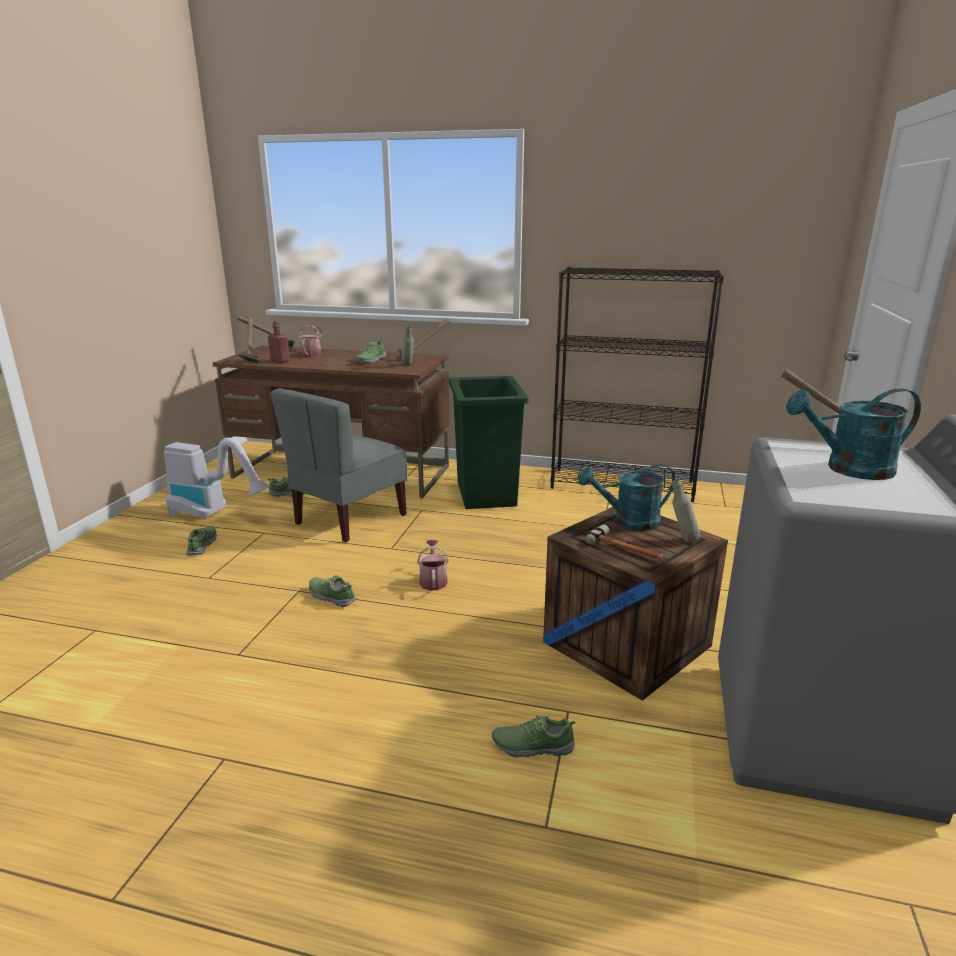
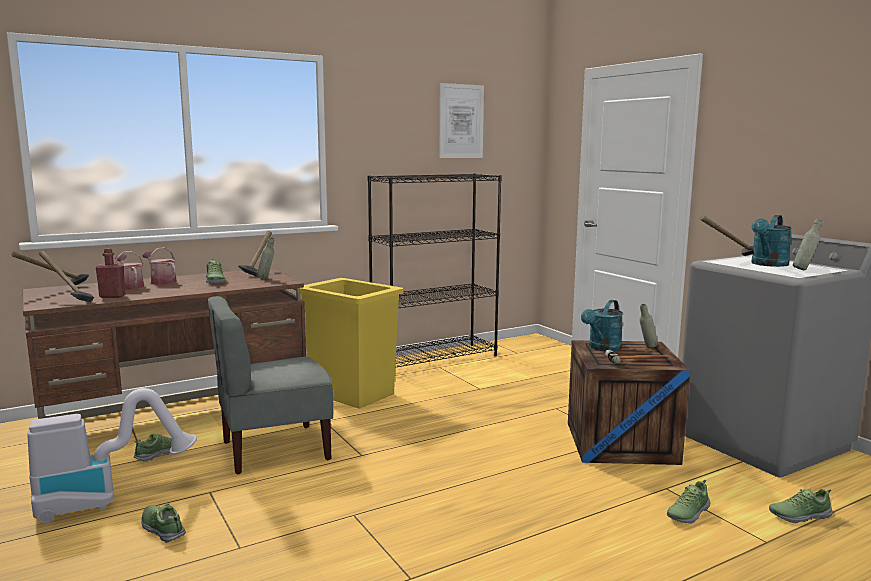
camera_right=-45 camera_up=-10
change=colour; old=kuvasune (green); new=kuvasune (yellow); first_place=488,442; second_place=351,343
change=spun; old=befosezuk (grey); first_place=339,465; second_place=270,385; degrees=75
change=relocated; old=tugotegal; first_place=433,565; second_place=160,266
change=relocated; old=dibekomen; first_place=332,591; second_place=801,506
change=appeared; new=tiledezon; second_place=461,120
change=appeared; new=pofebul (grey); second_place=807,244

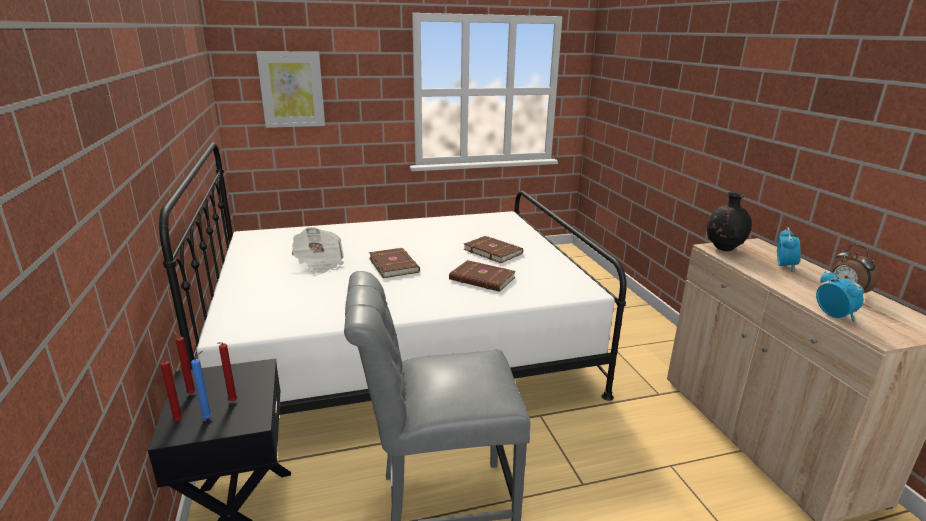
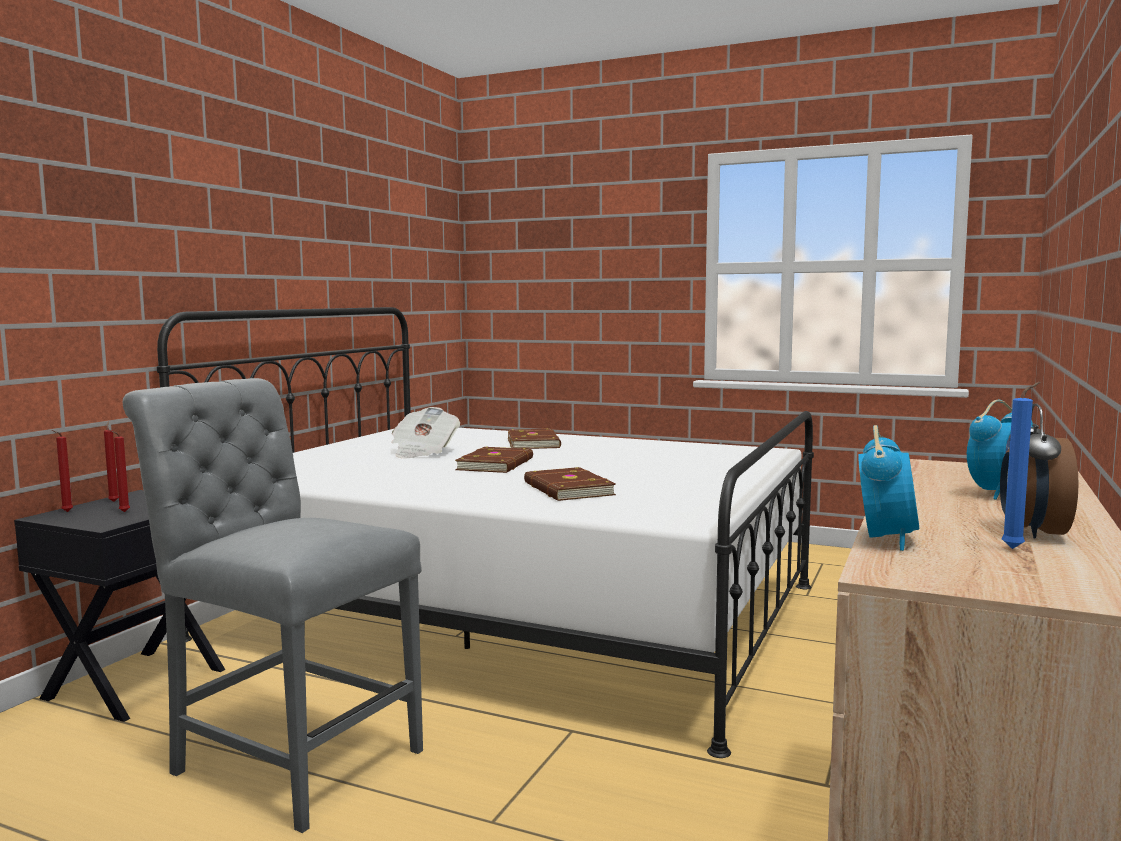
camera_right=40 camera_up=-15
change=missing; old=tiledezon; first_place=290,89
change=missing; old=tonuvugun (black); first_place=729,221
change=relocated; old=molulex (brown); first_place=493,249; second_place=534,438
change=relocated; old=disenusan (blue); first_place=201,385; second_place=1021,465

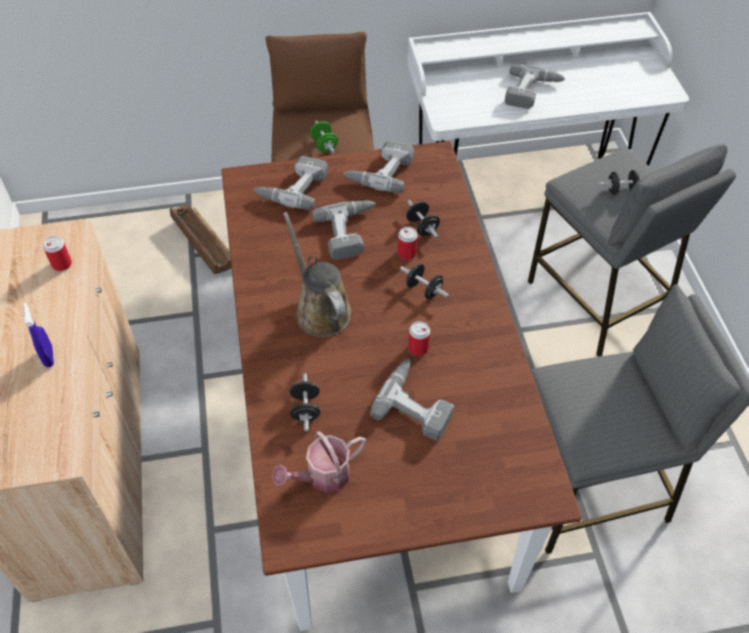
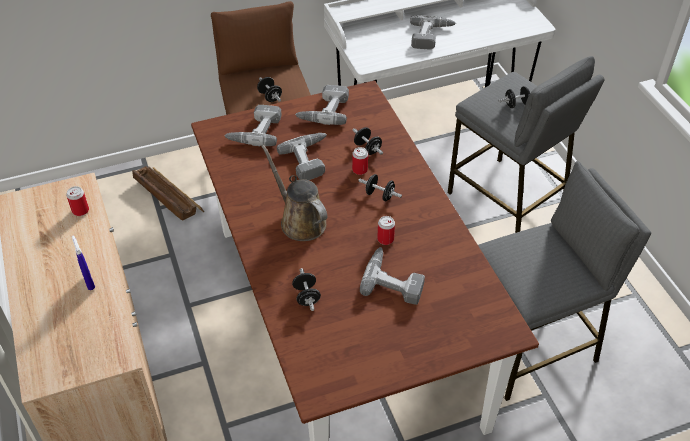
camera_right=-10 camera_up=-5
change=colour; old=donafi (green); new=donafi (black); first_place=324,137; second_place=269,89
change=missing; old=tugotegal; first_place=319,462

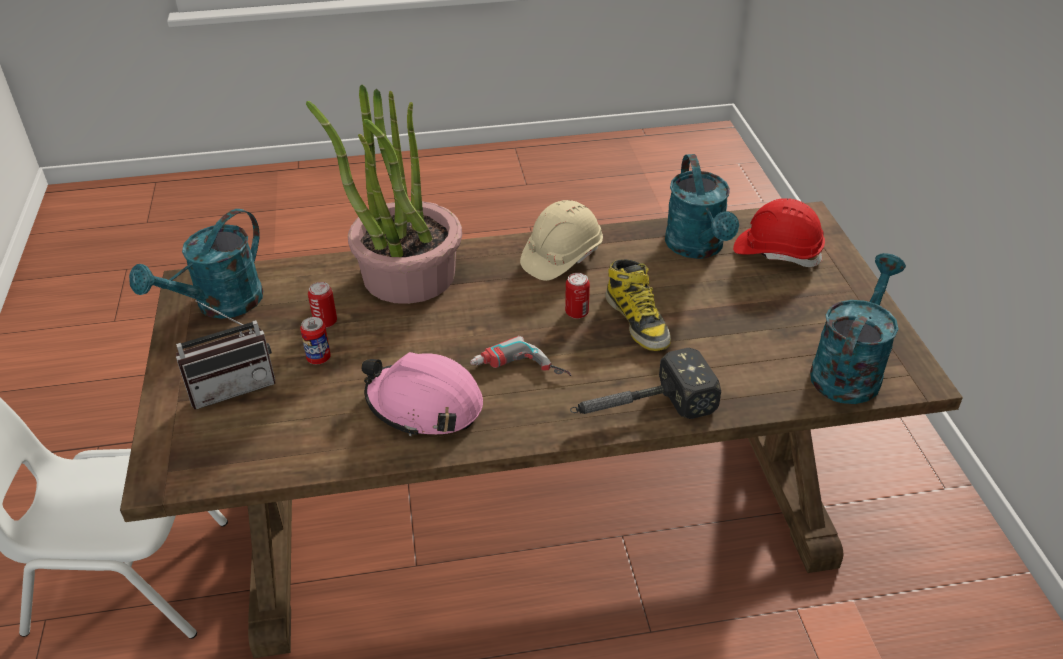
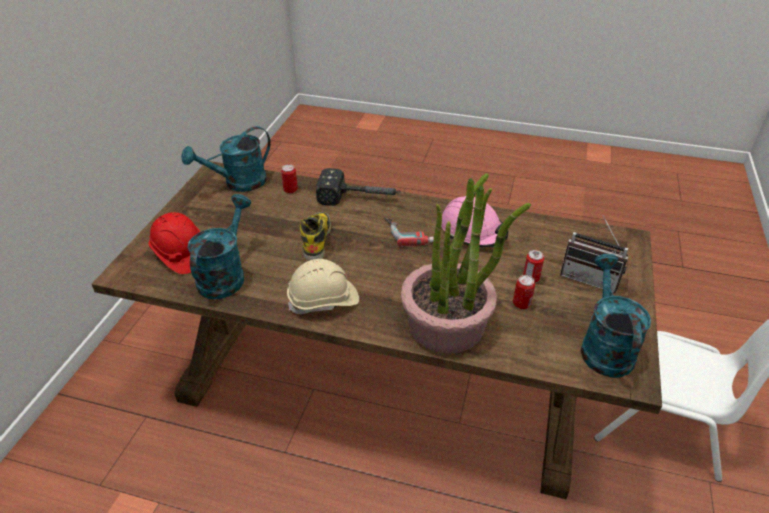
camera_right=-155 camera_up=0
change=spun; old=tugotegal (turquoise); first_place=196,264; second_place=616,316; degrees=-60
change=relocated; old=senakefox; first_place=577,296; second_place=289,178
change=spun; old=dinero; first_place=225,354; second_place=594,254; degrees=-150

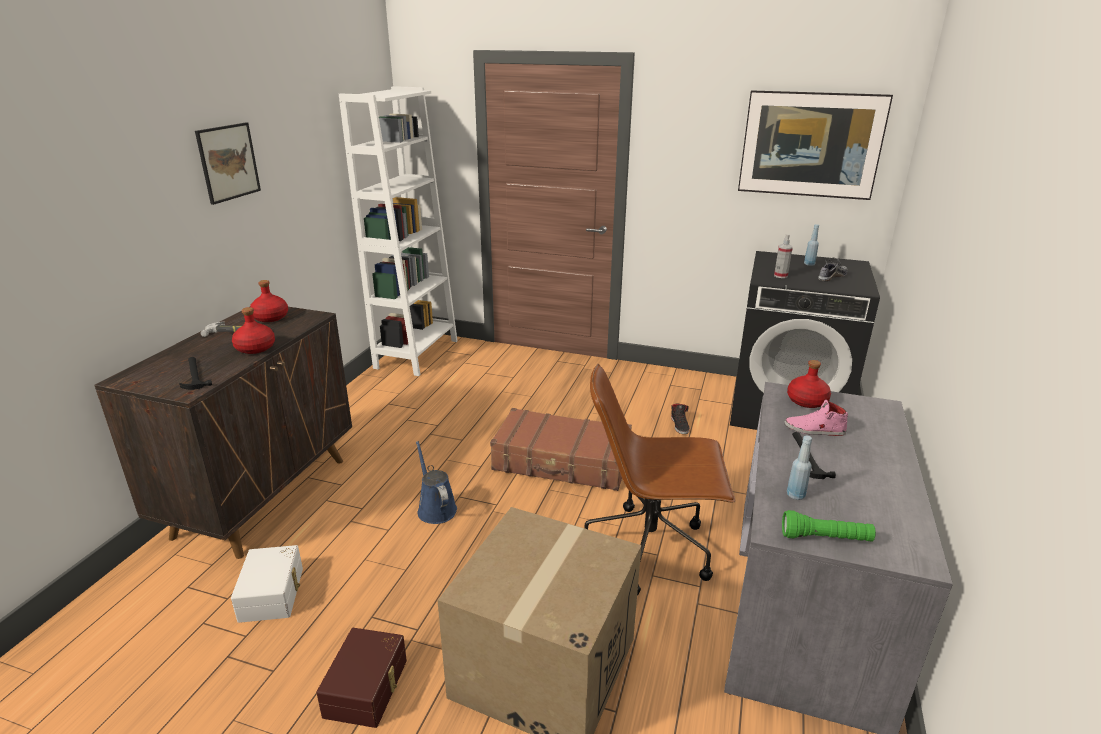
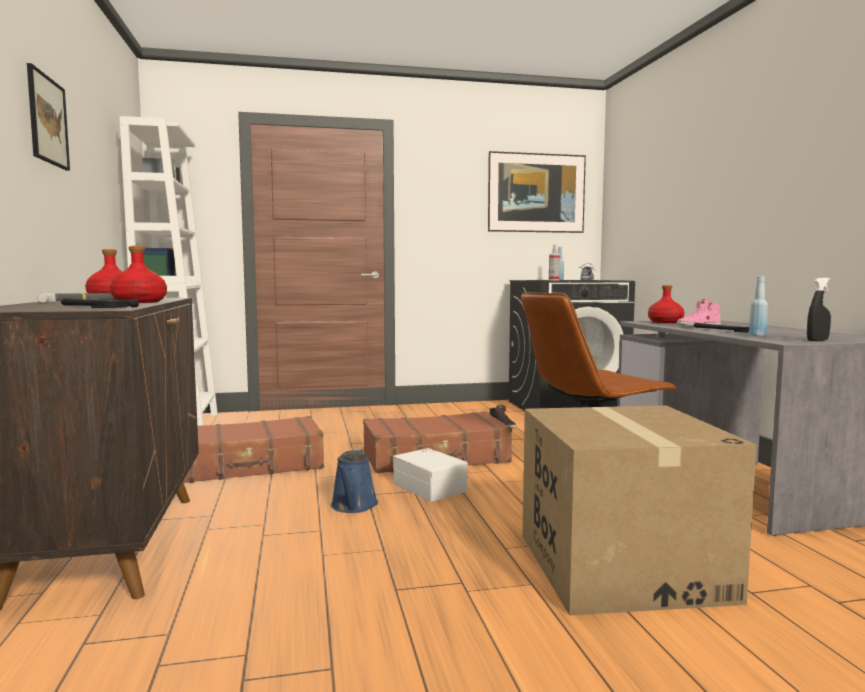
camera_right=-30 camera_up=-20
change=spun; old=tugotegal (blue); first_place=436,482; second_place=354,481; degrees=-120
change=exchanged; old=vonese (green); new=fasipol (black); first_place=829,526; second_place=819,309
change=relocated; old=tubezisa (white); first_place=267,584; second_place=430,475
change=missing; old=tubezisa (brown); first_place=361,678
change=appeared; new=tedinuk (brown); second_place=253,449

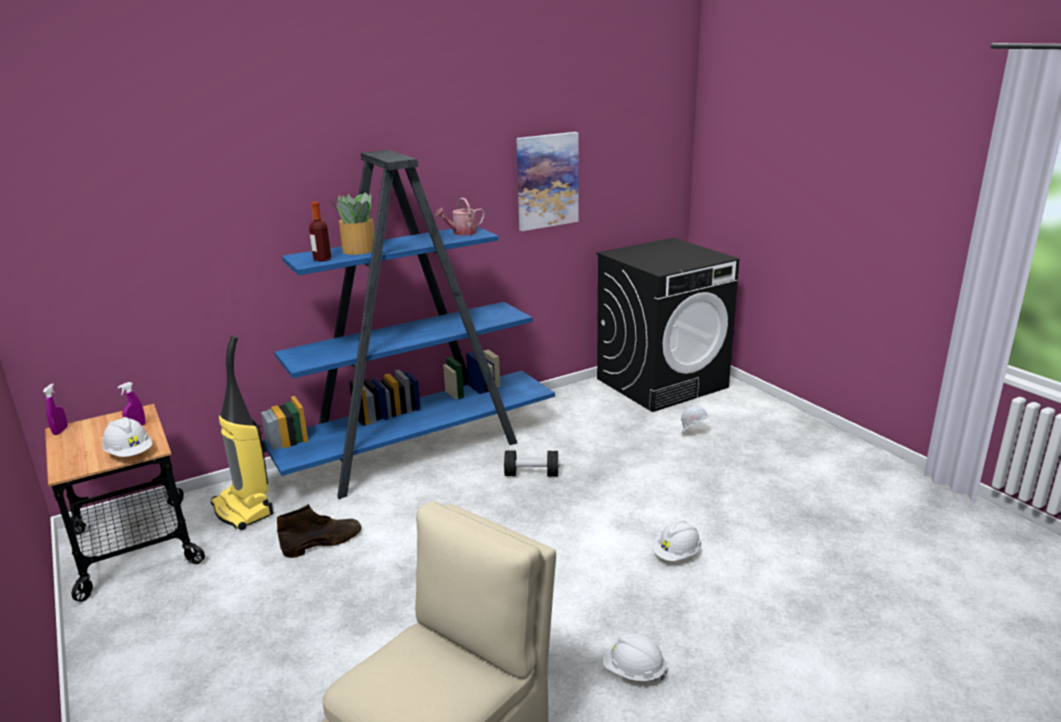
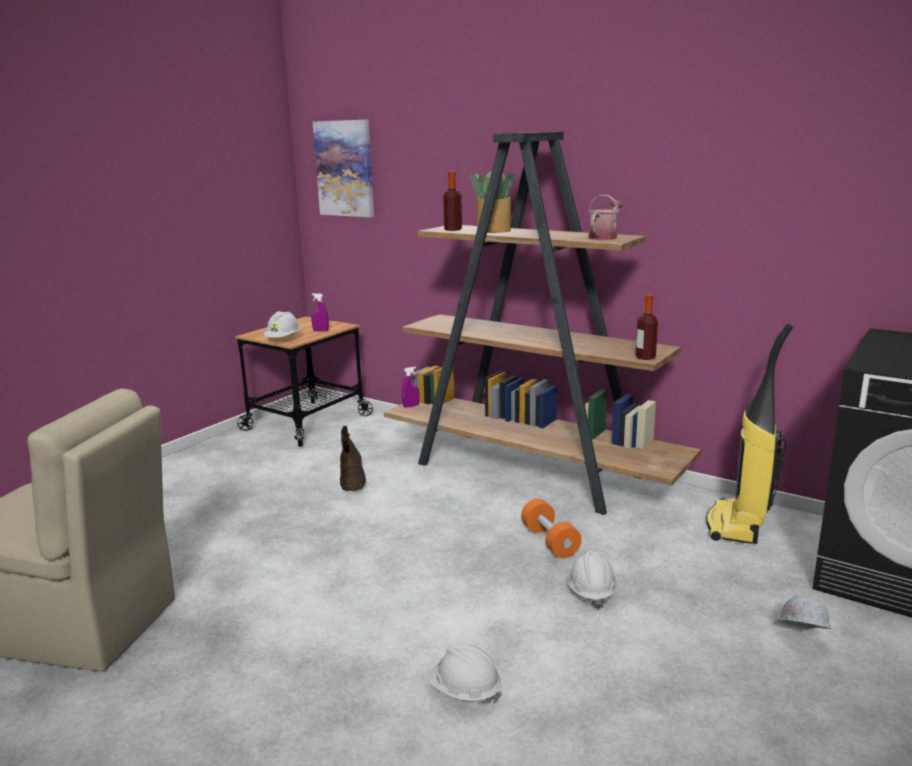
camera_right=65 camera_up=-5
change=relocated; old=tiledezon; first_place=547,181; second_place=343,168
change=colour; old=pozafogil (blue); new=pozafogil (brown); first_place=408,324; second_place=542,323
change=spun; old=tugotegal; first_place=459,217; second_place=605,217; degrees=90
change=relocated; old=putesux; first_place=242,432; second_place=749,433
change=relocated; old=fasipol (purple); first_place=55,409; second_place=410,387
change=colour; old=donafi (black); new=donafi (orange); first_place=531,463; second_place=551,528
change=spun; old=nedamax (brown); first_place=319,531; second_place=353,458; degrees=45
change=relocated; old=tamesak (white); first_place=635,657; second_place=592,579
change=appeared; new=pofebul; second_place=646,327

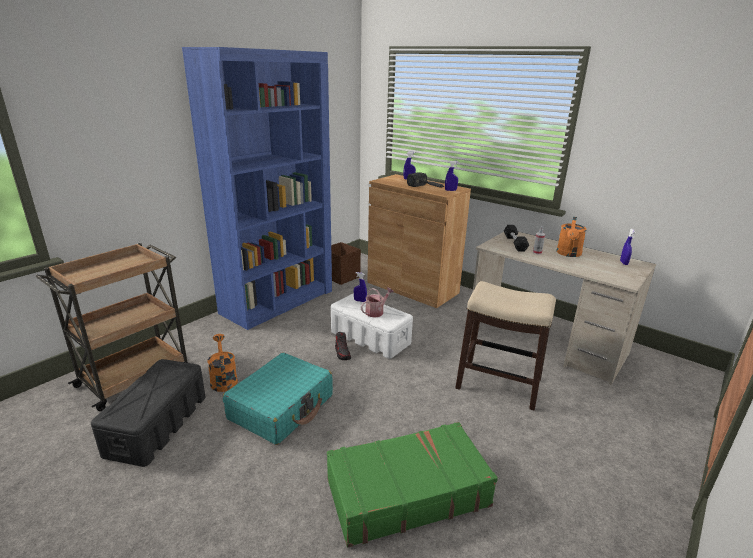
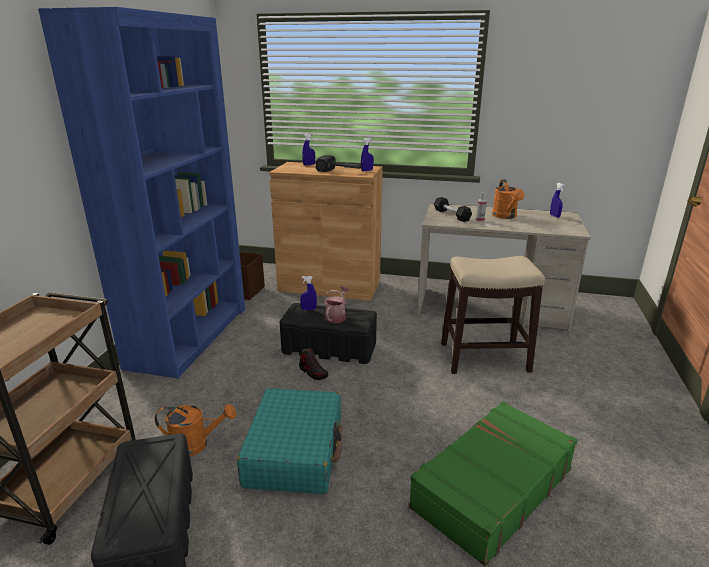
camera_right=-25 camera_up=0
change=colour; old=tubezisa (white); new=tubezisa (black); first_place=372,326; second_place=328,333
change=spun; old=tugotegal (orange); first_place=222,363; second_place=195,430; degrees=135

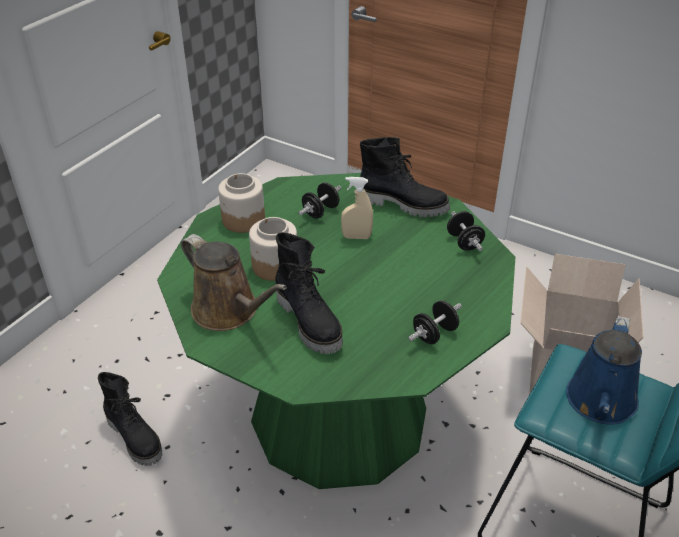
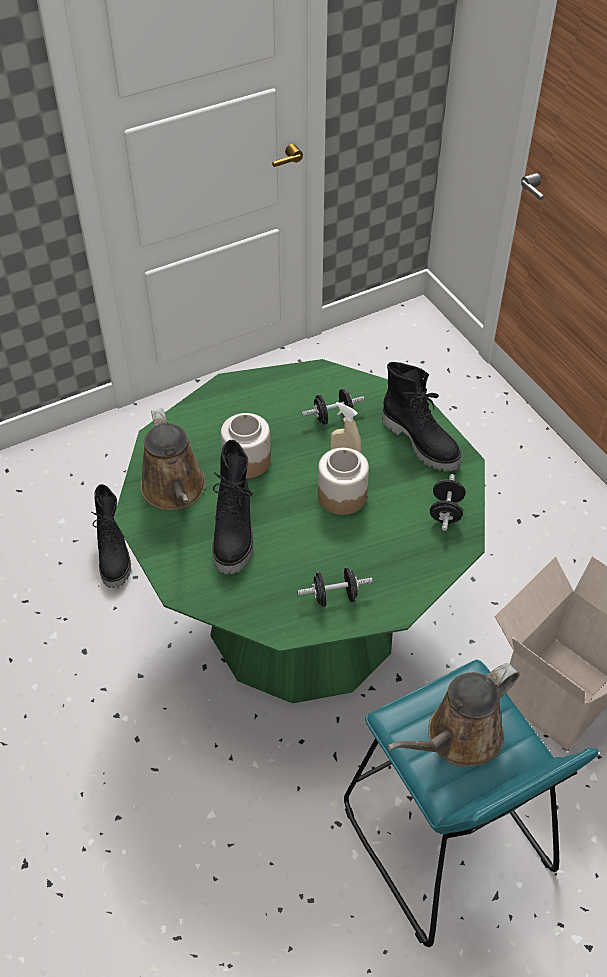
camera_right=30 camera_up=10
change=relocated; old=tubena; first_place=241,203; second_place=343,481
change=colour; old=tugotegal (blue); new=tugotegal (brown); first_place=604,370; second_place=453,714

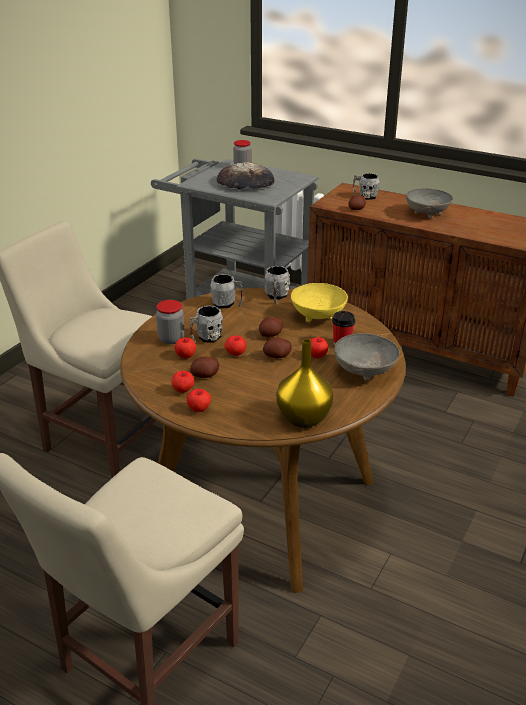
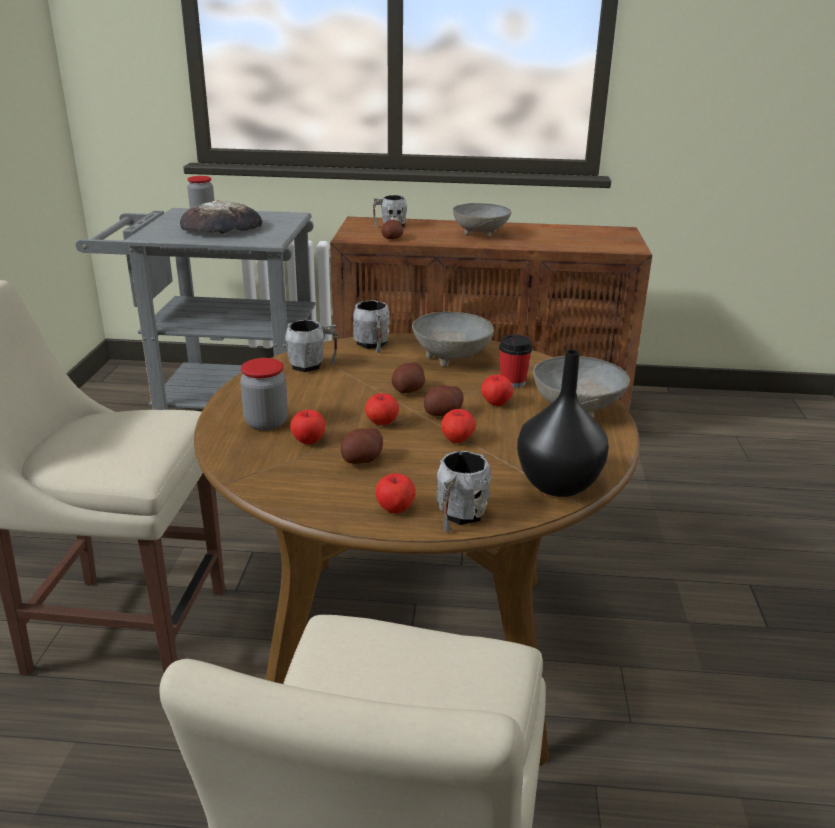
camera_right=-25 camera_up=-5
change=colour; old=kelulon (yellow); new=kelulon (grey); first_place=319,302; second_place=453,339
change=relocated; old=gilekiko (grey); first_place=206,325; second_place=463,491
change=colour; old=tonuvugun (yellow); new=tonuvugun (black); first_place=304,383; second_place=563,423
change=relocated; old=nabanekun; first_place=182,382; second_place=458,426

